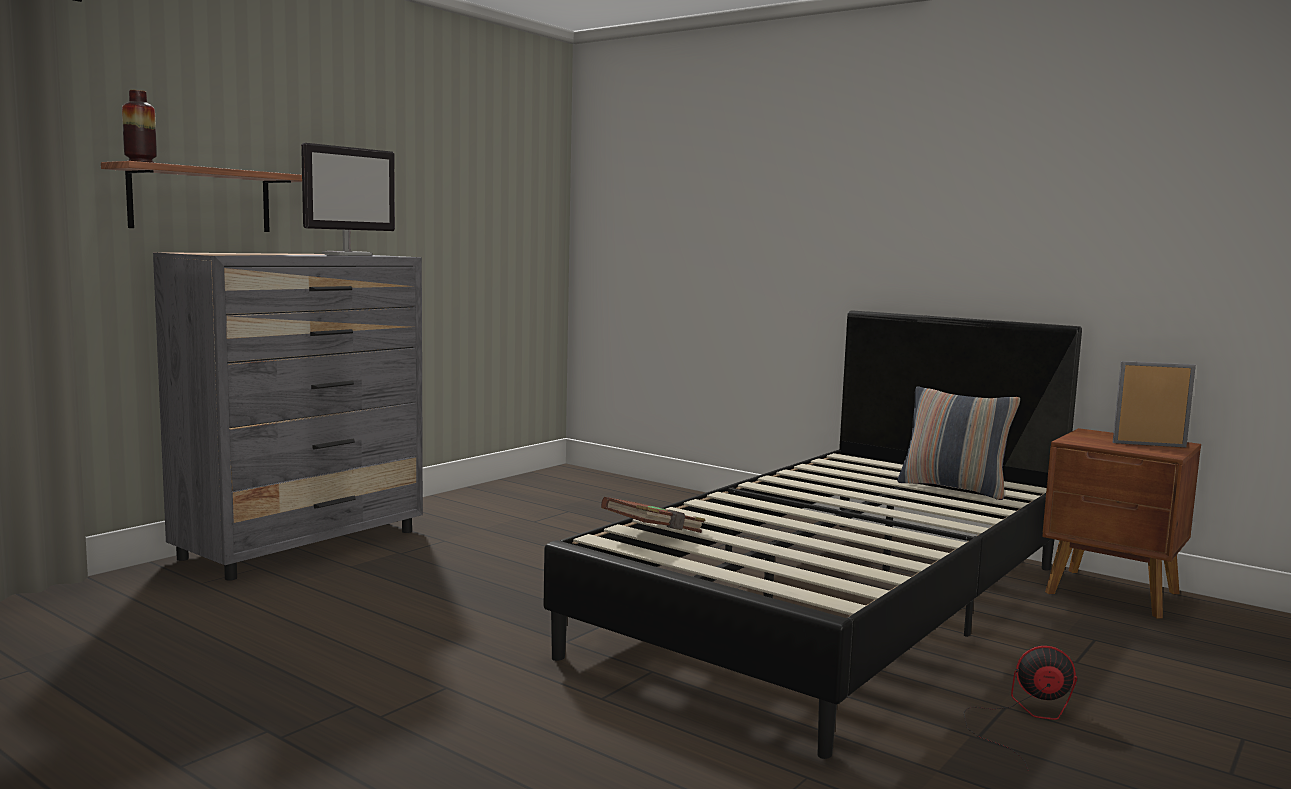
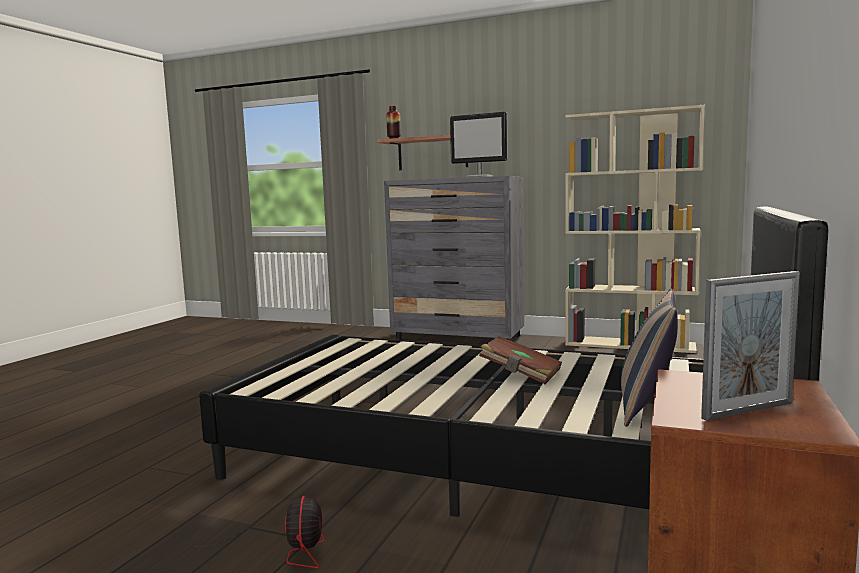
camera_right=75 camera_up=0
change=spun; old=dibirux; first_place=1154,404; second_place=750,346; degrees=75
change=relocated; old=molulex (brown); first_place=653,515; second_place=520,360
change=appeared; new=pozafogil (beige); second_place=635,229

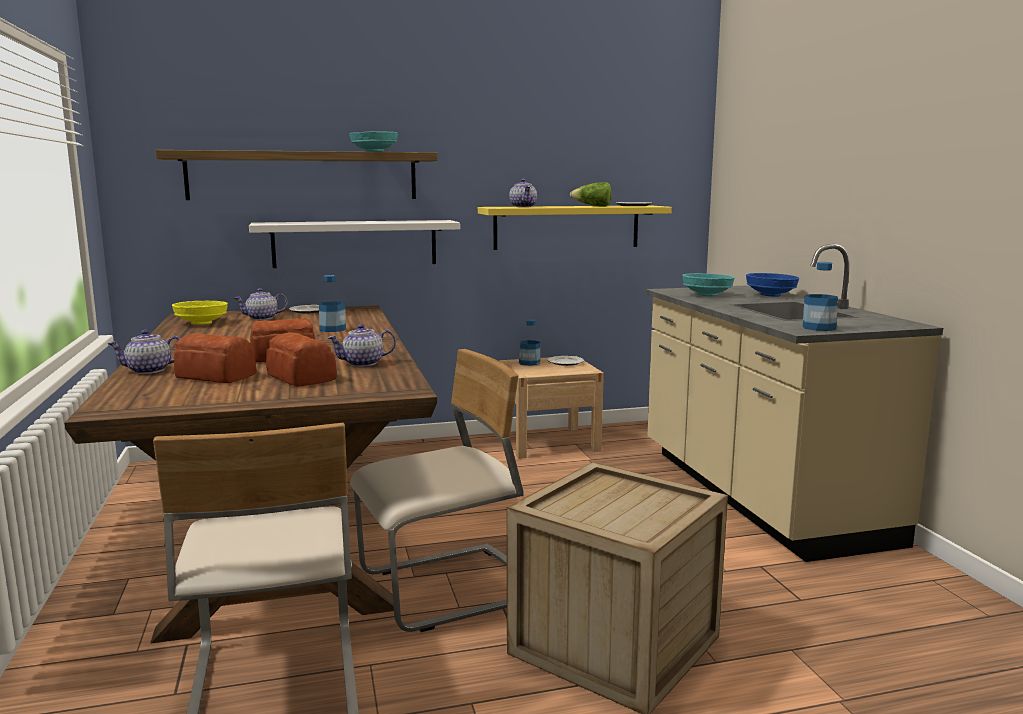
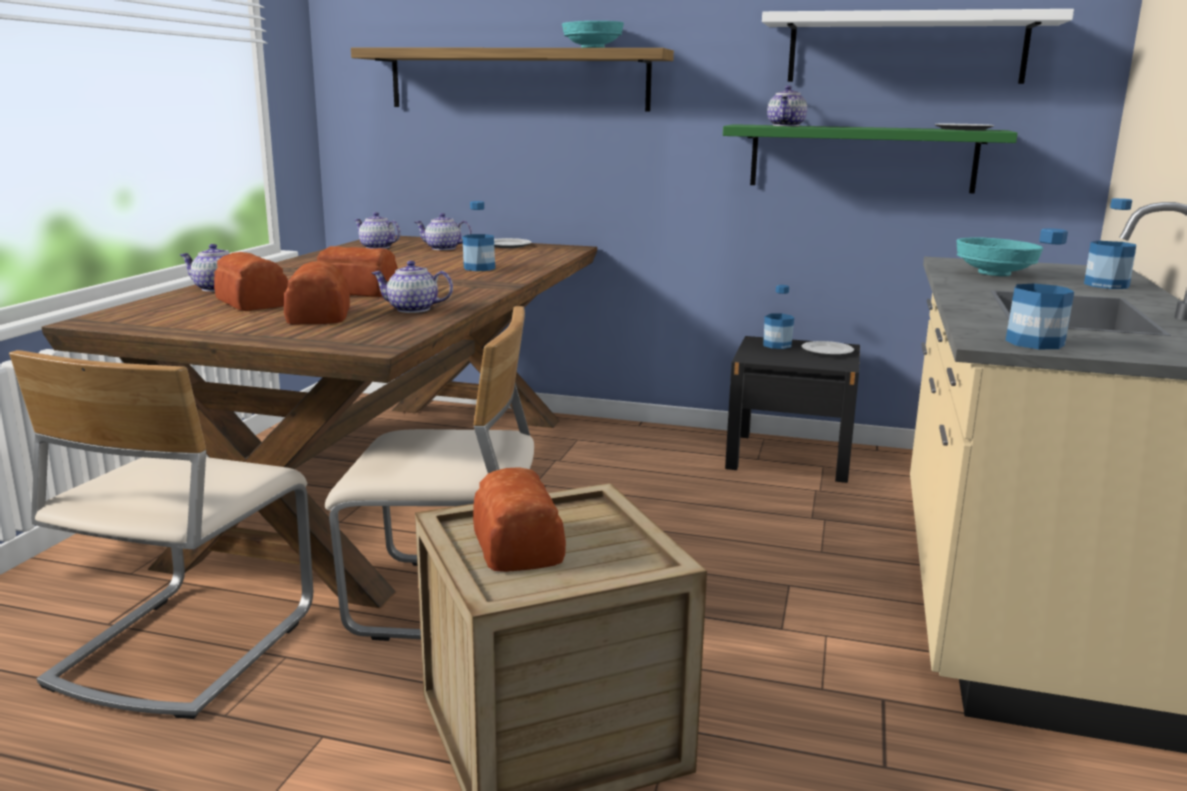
camera_right=30 camera_up=5
change=missing; old=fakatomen; first_place=591,194
change=colour; old=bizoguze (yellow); new=bizoguze (green); first_place=575,227; second_place=870,158
change=relocated; old=bizoguze (white); first_place=354,244; second_place=918,46
change=exchanged; old=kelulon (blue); new=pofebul; first_place=772,285; second_place=1110,243
change=exchanged; old=kelulon (yellow); new=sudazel; first_place=200,313; second_place=377,230
change=colour; old=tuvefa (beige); new=tuvefa (black); first_place=551,407; second_place=792,409
change=appeared; new=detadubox; second_place=519,519

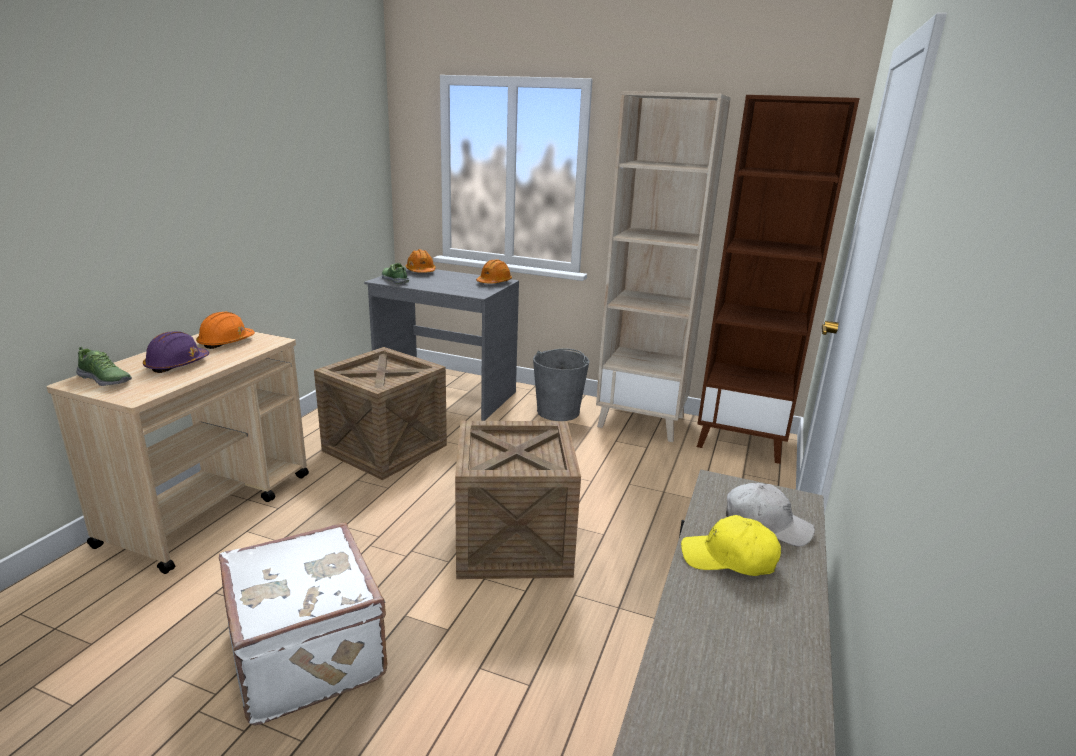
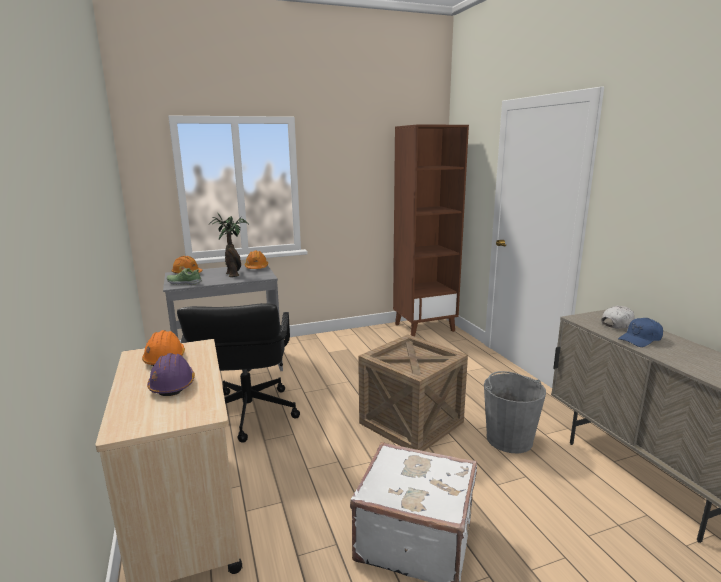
camera_right=-40 camera_up=-5
change=missing; old=pozafogil (beige); first_place=663,266
change=missing; old=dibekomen; first_place=104,366
change=exchanged; old=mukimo; new=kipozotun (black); first_place=380,413; second_place=238,373
change=relocated; old=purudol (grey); first_place=561,385; second_place=515,412
change=colour; old=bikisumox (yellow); new=bikisumox (blue); first_place=731,545; second_place=640,332
change=appeared; new=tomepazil; second_place=229,245

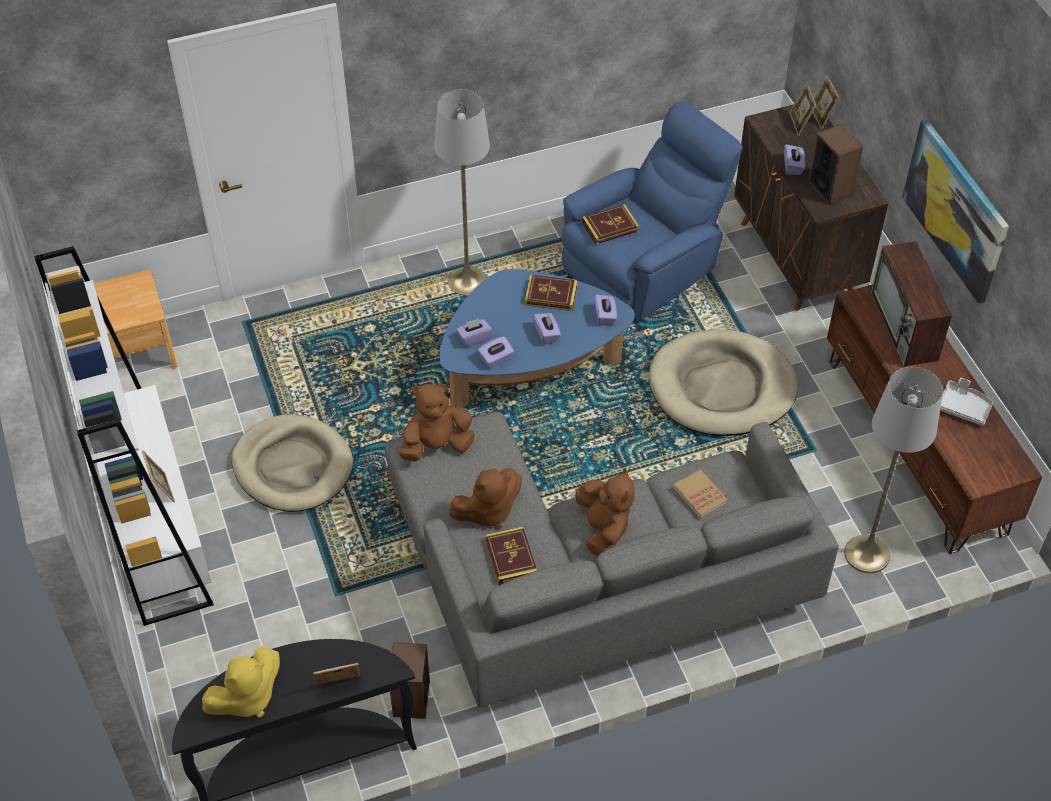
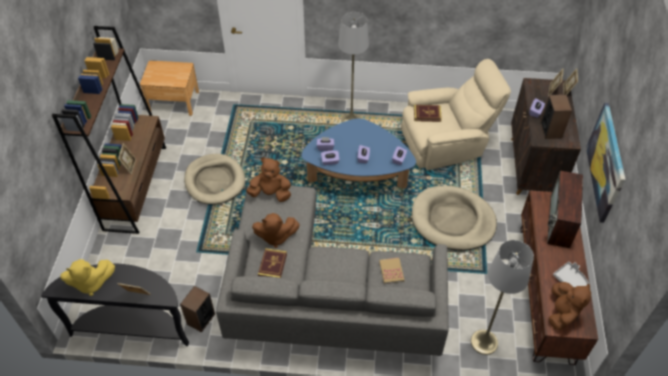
camera_right=25 camera_up=0
change=colour; old=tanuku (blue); new=tanuku (beige); first_place=652,211; second_place=456,115
change=colour; old=pozafogil (white); new=pozafogil (brown); first_place=124,436; second_place=109,130
change=missing; old=molulex; first_place=551,293
change=relocated; old=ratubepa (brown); first_place=605,512; second_place=570,306

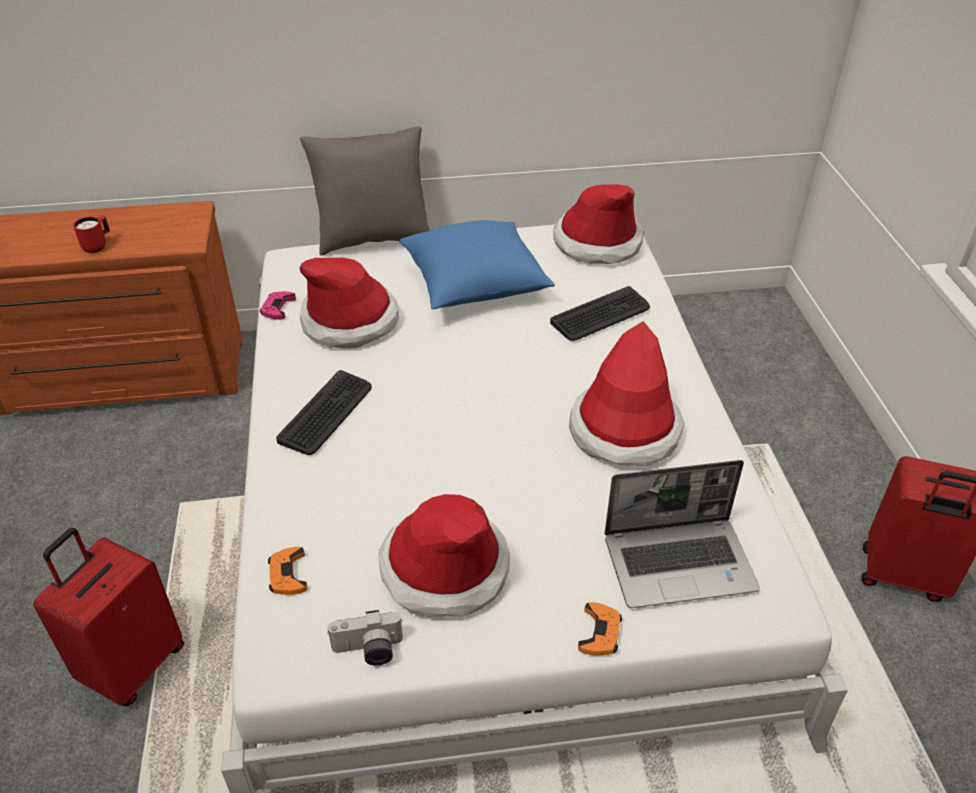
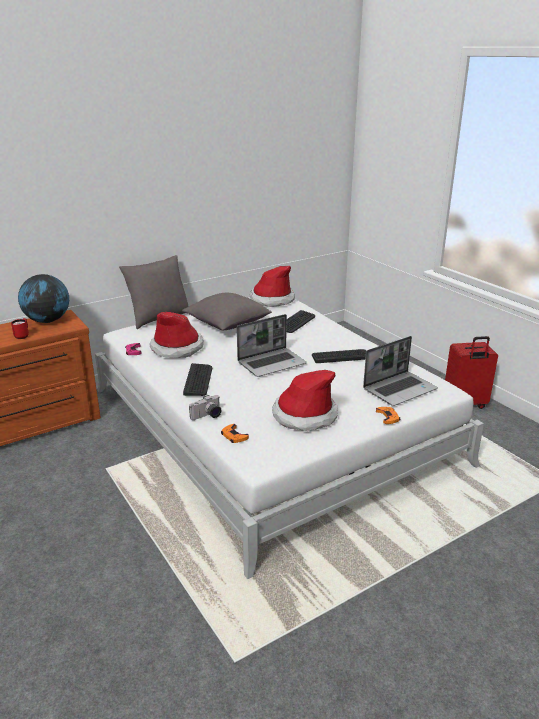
camera_right=-25 camera_up=-15
change=colour; old=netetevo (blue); new=netetevo (grey); first_place=477,264; second_place=227,311
change=exchanged; old=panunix; new=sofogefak; first_place=627,393; second_place=339,356
change=missing; old=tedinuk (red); first_place=108,617
change=relocated; old=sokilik; first_place=365,638; second_place=205,407
change=appeared; new=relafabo; second_place=43,298
change=appeared; new=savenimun; second_place=272,345

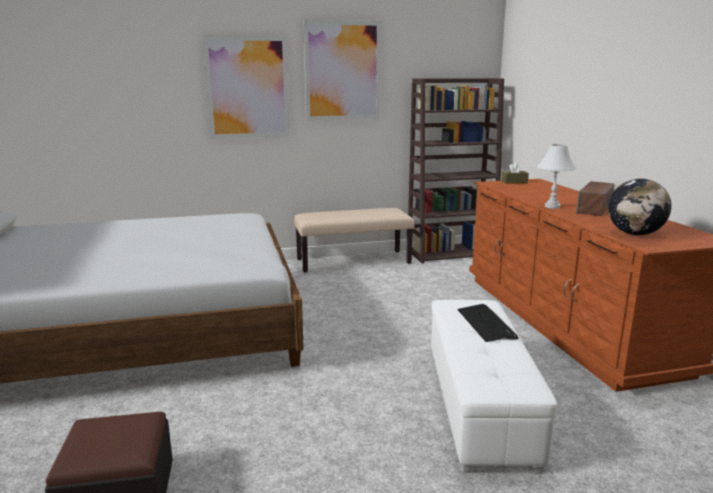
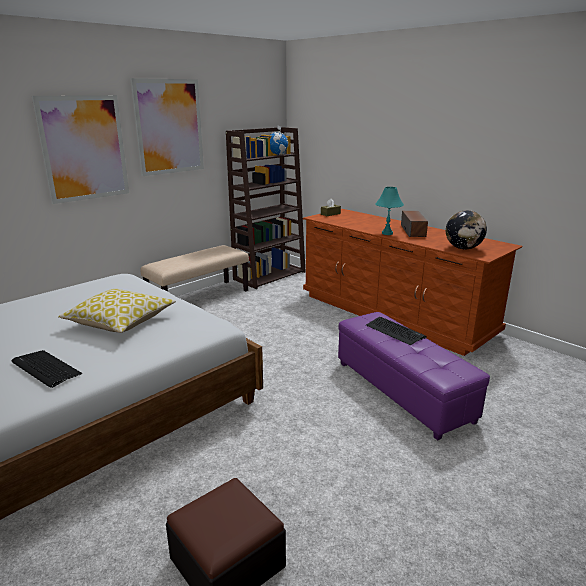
camera_right=-30 camera_up=5
change=colour; old=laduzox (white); new=laduzox (turquoise); first_place=557,176; second_place=389,211
change=colour; old=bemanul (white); new=bemanul (purple); first_place=494,387; second_place=414,376
change=appeared; new=relafabo; second_place=279,140
change=appeared; new=netetevo; second_place=117,311
change=appeared; new=sofogefak; second_place=46,369

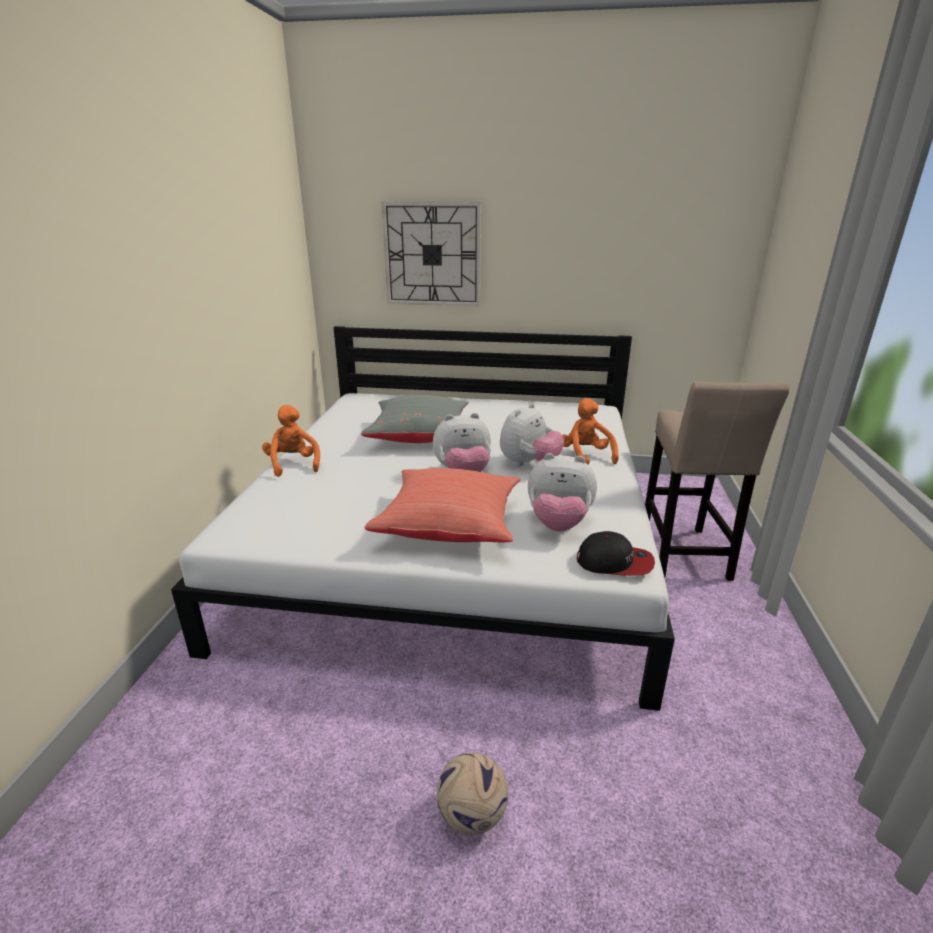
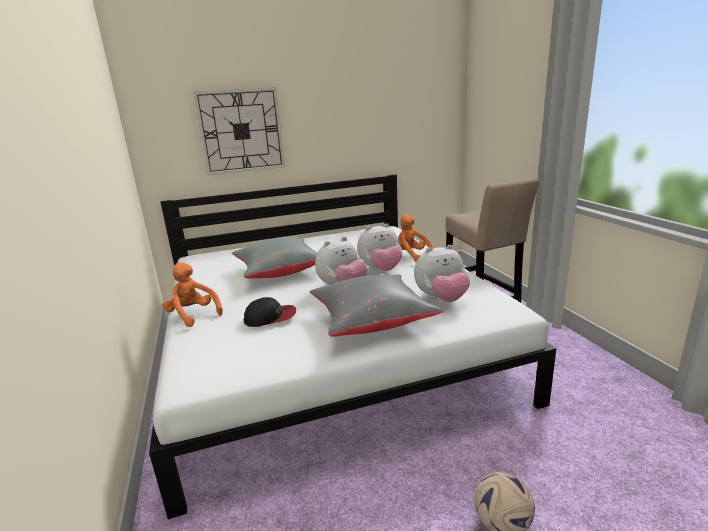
camera_right=-25 camera_up=-5
change=spun; old=ratubepa; first_place=532,434; second_place=379,247; degrees=60
change=colour; old=netetevo (red); new=netetevo (grey); first_place=442,505; second_place=376,305
change=relocated; old=bikisumox; first_place=616,553; second_place=270,312

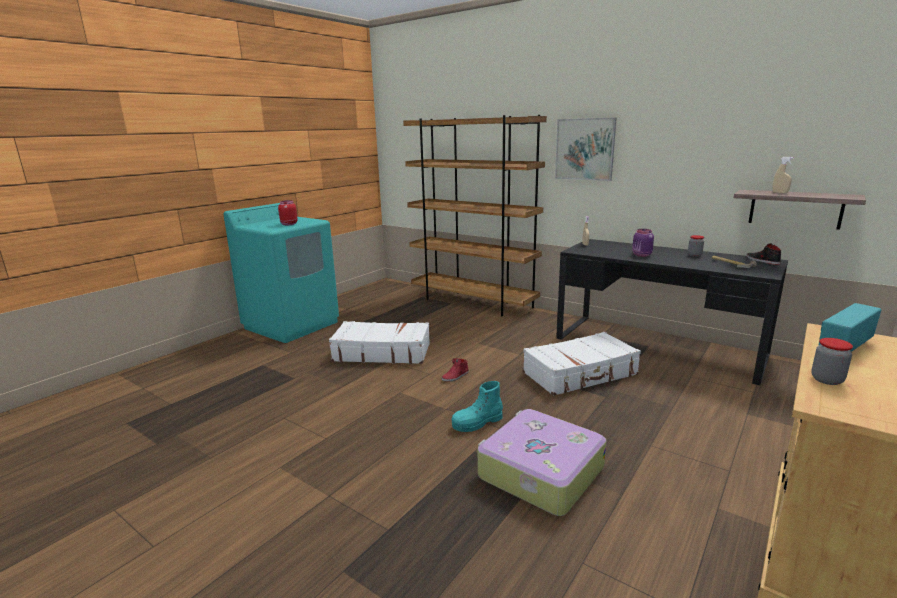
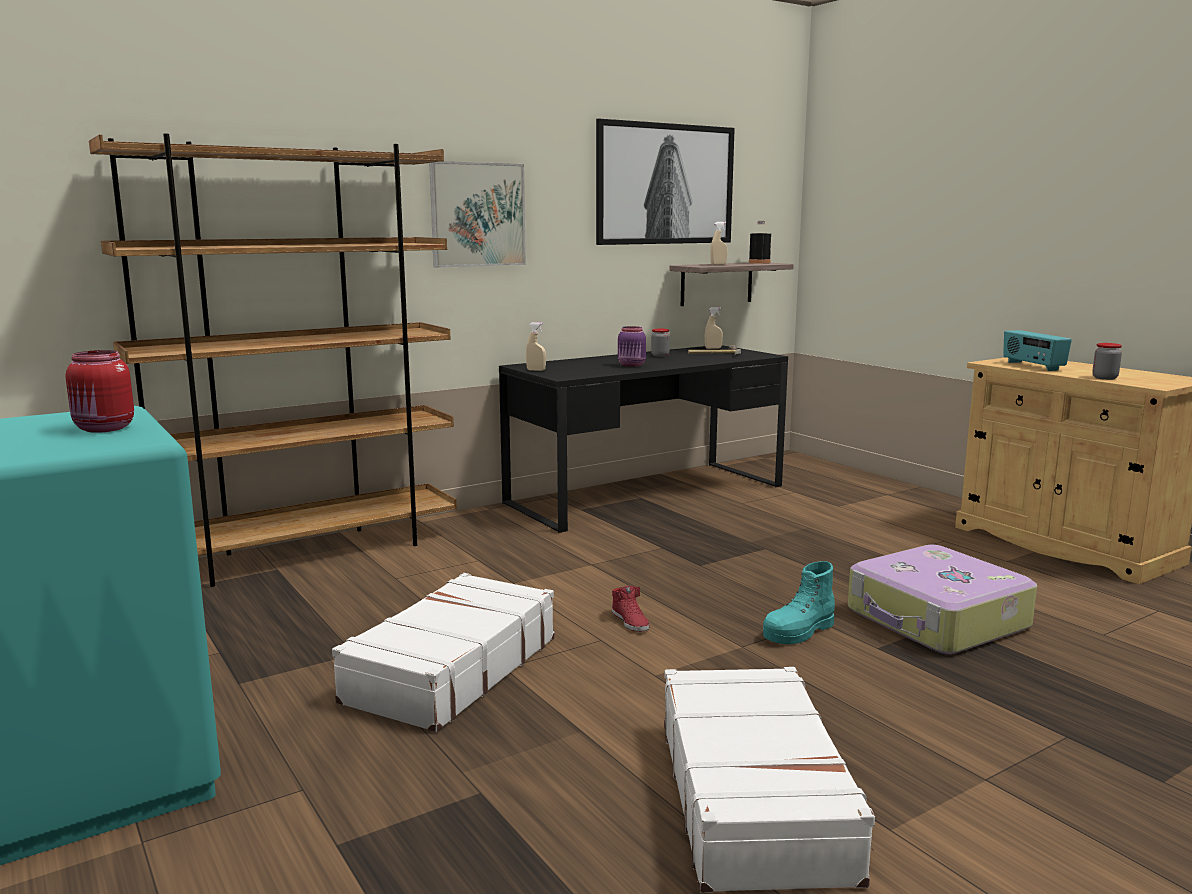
camera_right=-70 camera_up=-5
change=exchanged; old=dibekomen (black); new=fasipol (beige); first_place=763,254; second_place=714,328
change=relocated; old=tedinuk (white); first_place=582,364; second_place=769,780
change=spun; old=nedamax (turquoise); first_place=477,406; second_place=799,602; degrees=60
change=appeared; new=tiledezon; second_place=665,181
change=appeared; new=pofebul (black); second_place=760,242

